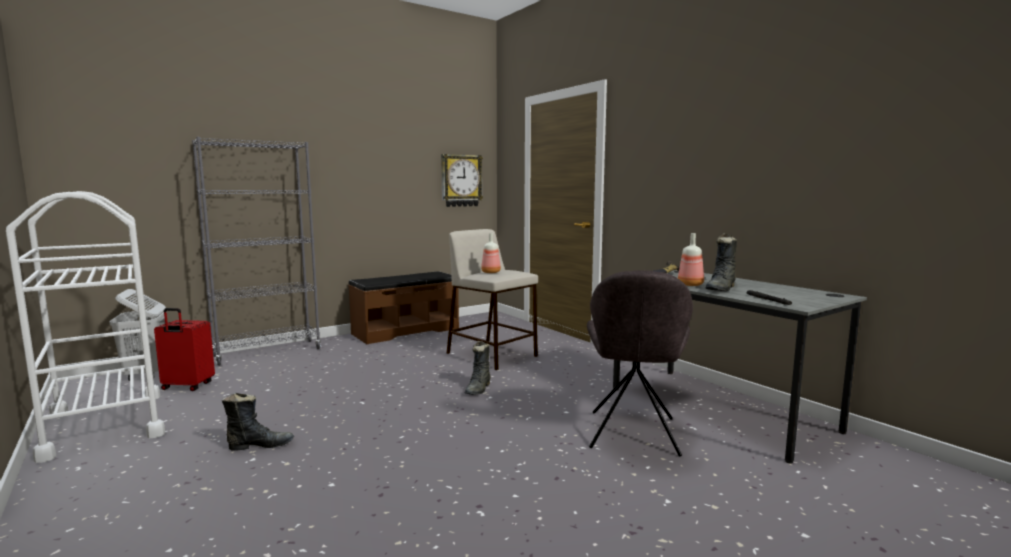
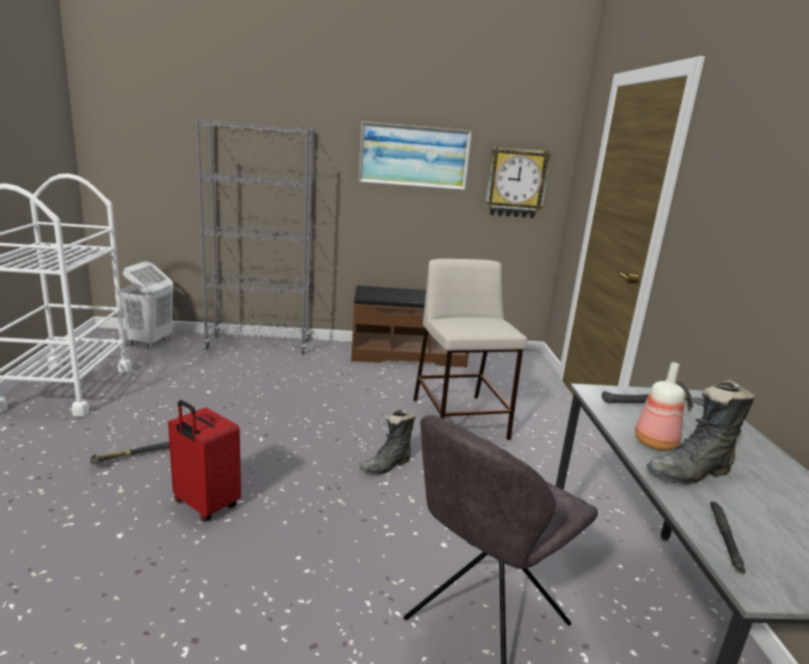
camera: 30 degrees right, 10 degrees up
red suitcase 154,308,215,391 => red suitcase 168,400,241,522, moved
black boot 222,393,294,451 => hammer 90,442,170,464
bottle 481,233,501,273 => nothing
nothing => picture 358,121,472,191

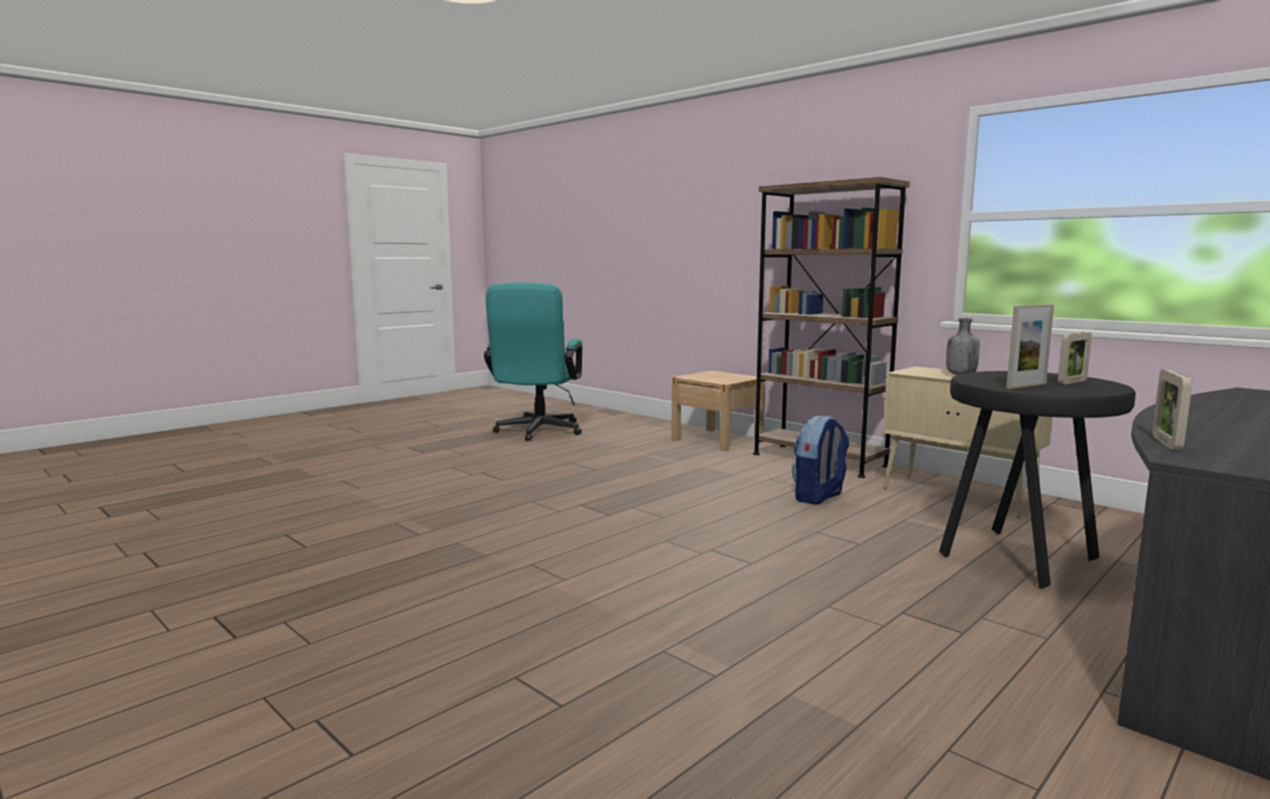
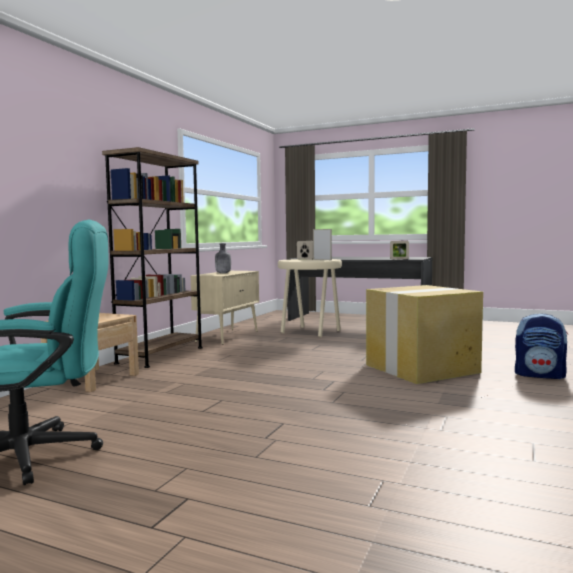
camera: 110 degrees left, 5 degrees down
backpack 792,415,849,504 => backpack 515,313,568,379, moved
black stool 939,371,1136,589 => beige stool 278,259,342,338
nothing => cardboard box 366,285,483,384

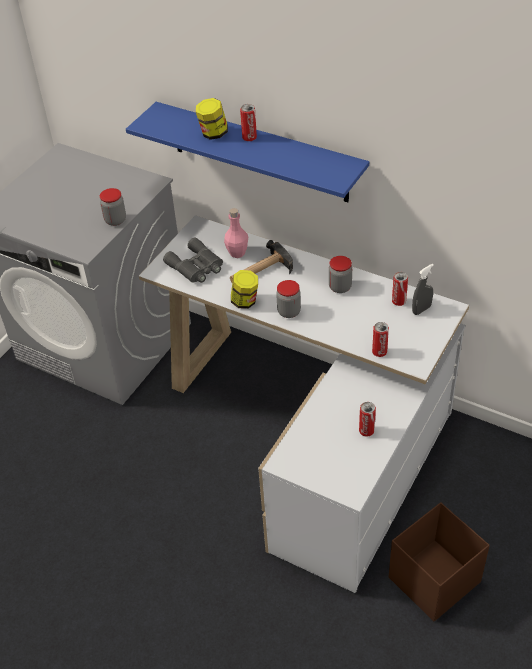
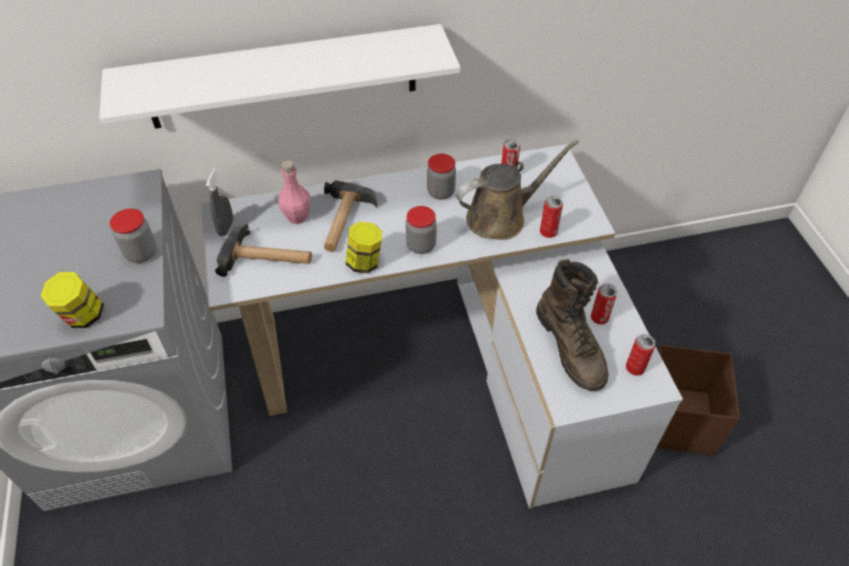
camera: 45 degrees left, 5 degrees up
blue shelf 126,102,369,202 => white shelf 99,24,460,129
grey binoculars 163,237,223,283 => hammer 215,224,312,277
jar 196,98,228,140 => jar 41,272,104,328, moved
can 240,104,257,141 => can 626,334,656,376, moved
grey spray bottle 412,264,434,315 => grey spray bottle 206,168,233,236, moved
nothing => brown watering can 456,139,579,240
nothing => brown boot 536,259,608,391

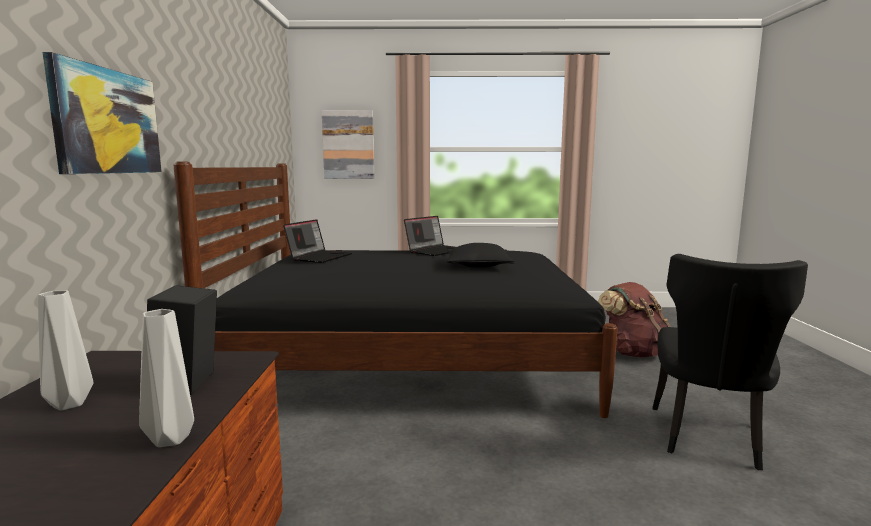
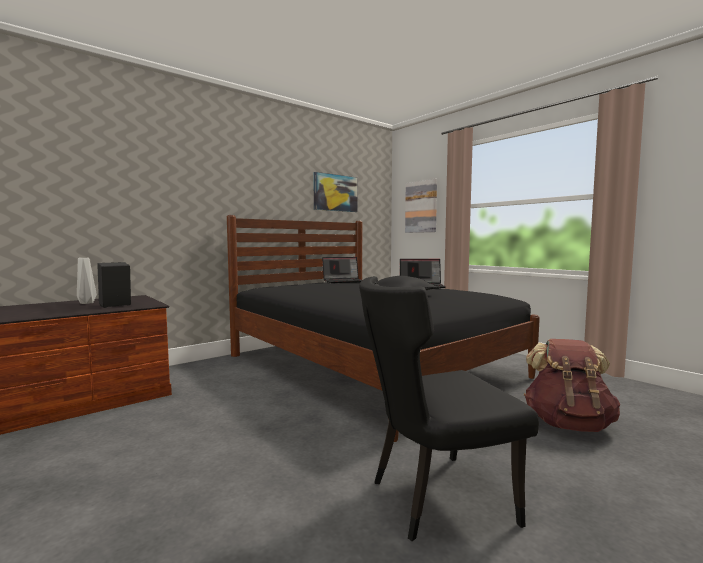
camera: 50 degrees right, 5 degrees down
picture 43,52,162,174 => picture 313,172,358,212, moved
grey vase 139,309,194,447 => nothing

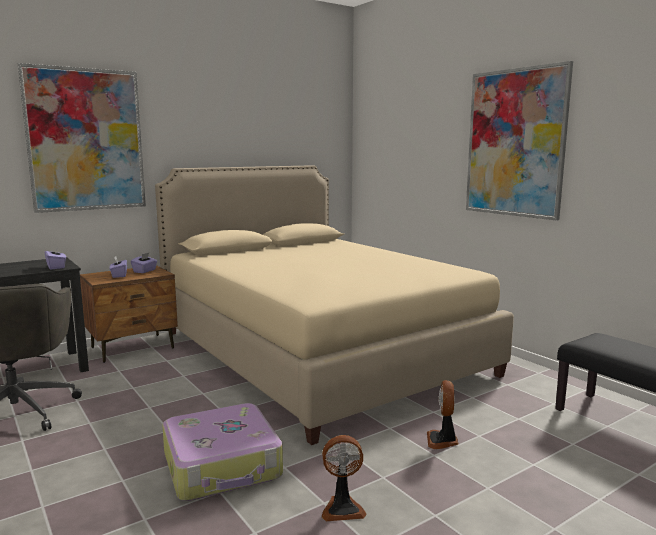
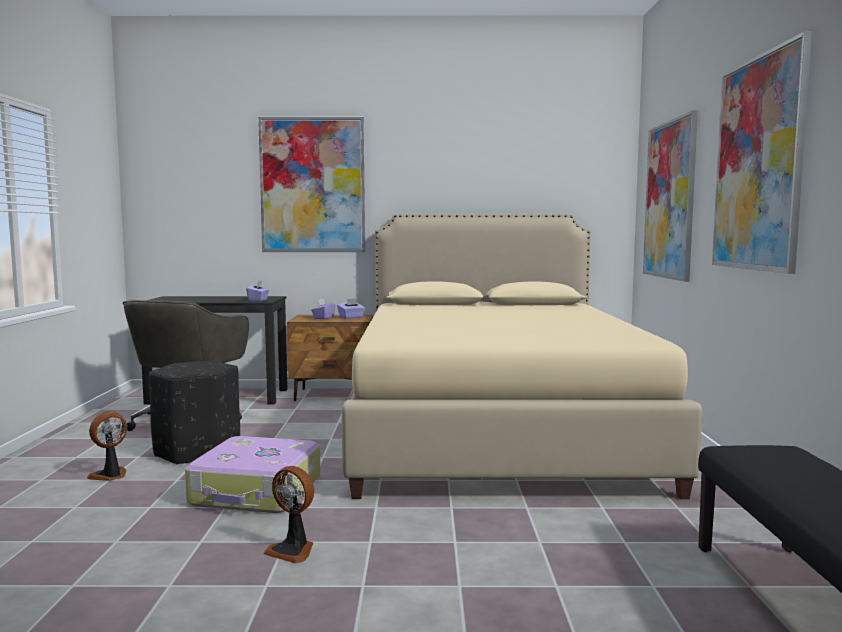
camera: 35 degrees right, 5 degrees down
fan 427,380,458,449 => fan 87,411,127,481, moved
nothing => black ottoman 149,361,240,465
nothing => picture 643,110,698,282

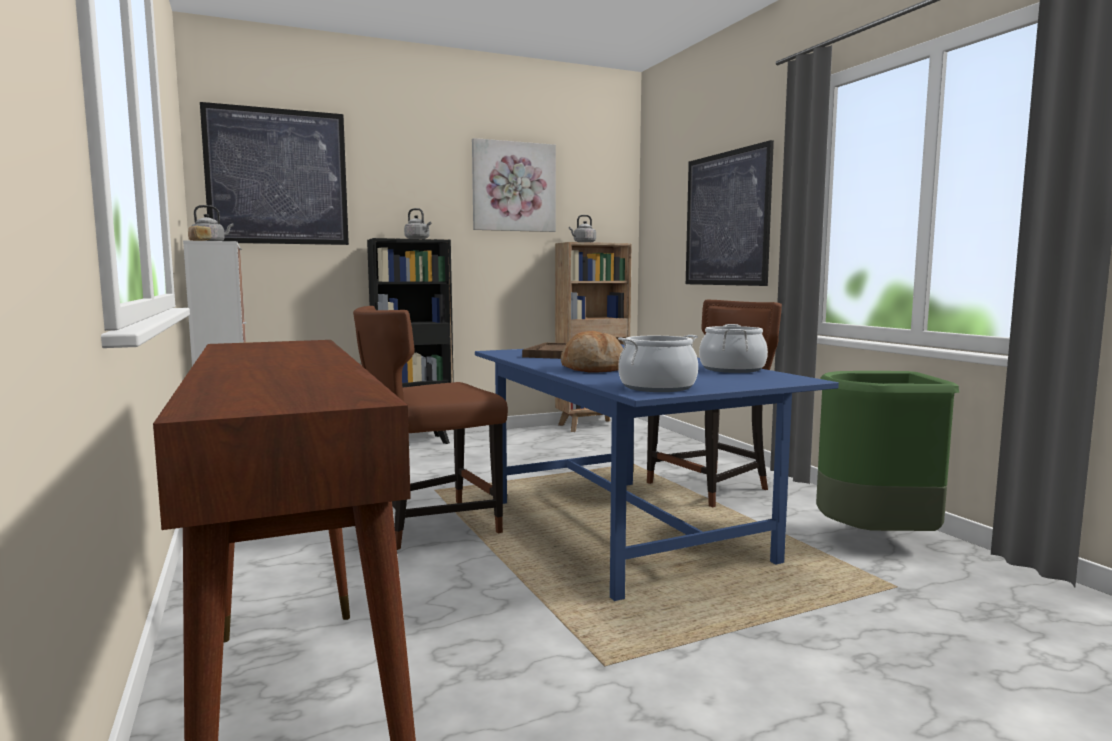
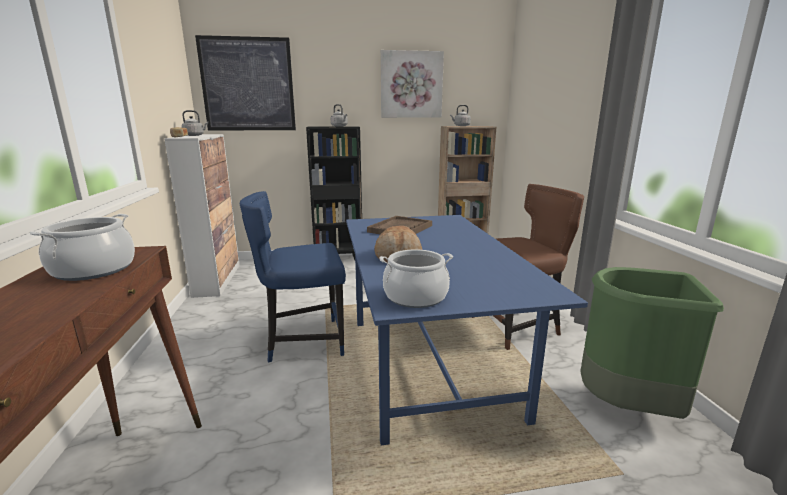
camera: 15 degrees right, 10 degrees up
brown chair 353,306,508,550 => blue chair 240,191,346,362
picture 686,140,774,286 => nothing
cooking pot 699,324,768,373 => cooking pot 30,214,135,281, moved

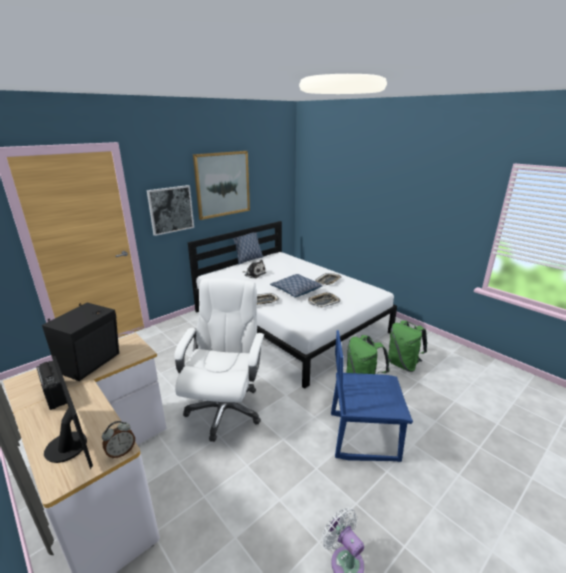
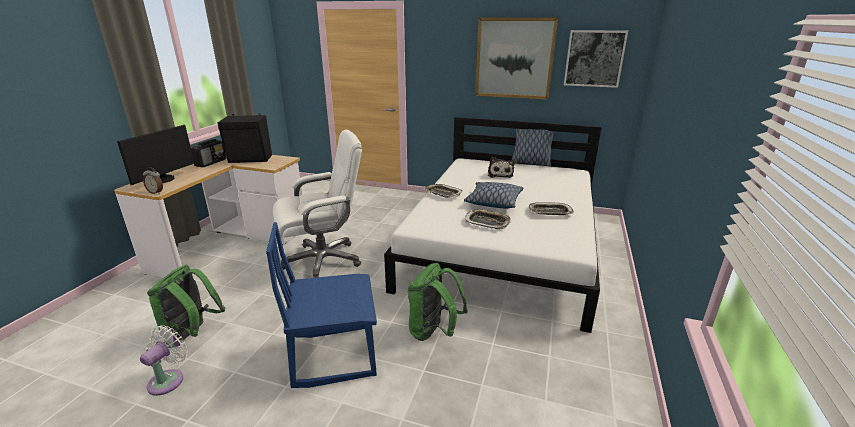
camera: 60 degrees right, 0 degrees up
picture 147,185,194,236 => picture 564,30,628,88, moved
blue chair 331,330,413,462 => blue chair 266,222,377,388, 75 degrees counterclockwise
green backpack 388,321,427,372 => green backpack 147,265,225,342, moved

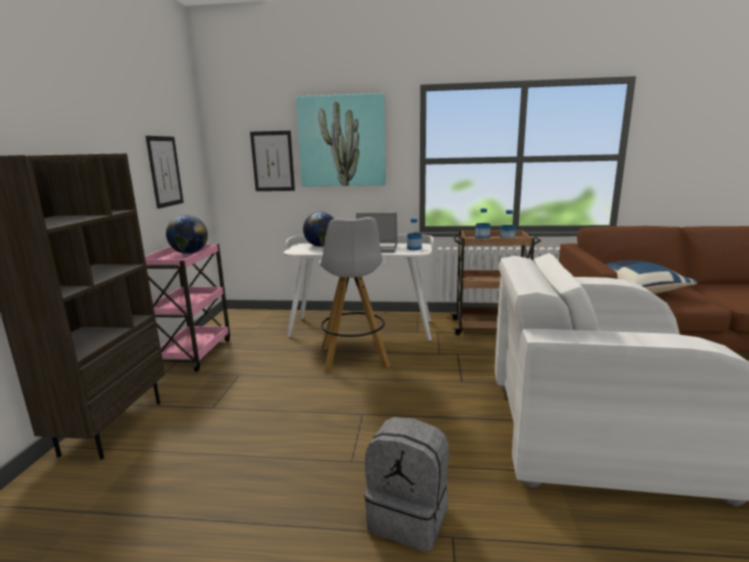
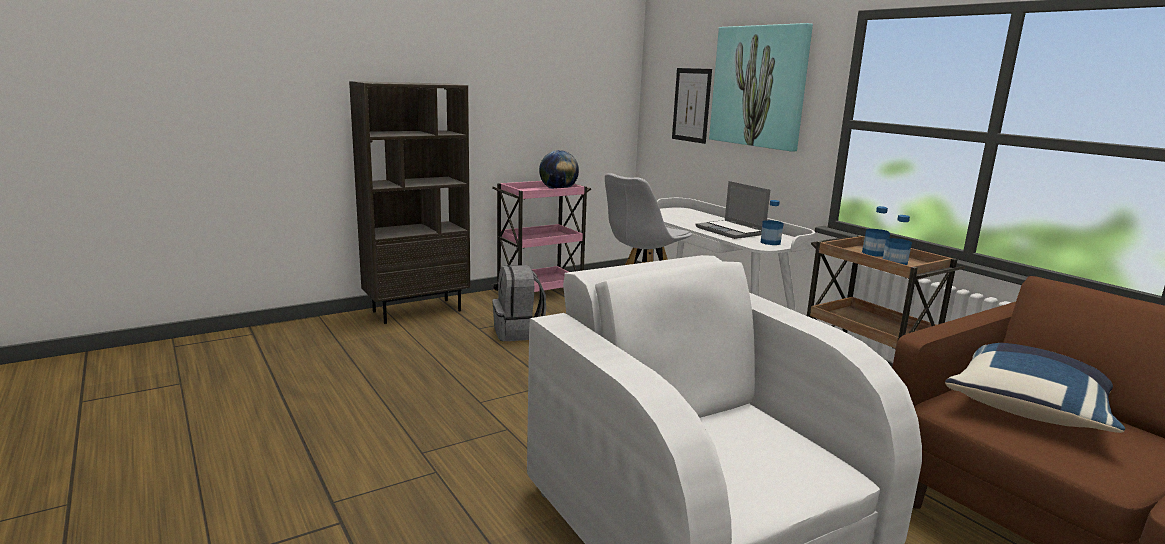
camera: 50 degrees right, 0 degrees up
picture 146,136,184,209 => nothing
globe 303,212,334,247 => nothing
grey backpack 364,417,449,552 => grey backpack 492,265,546,341, moved

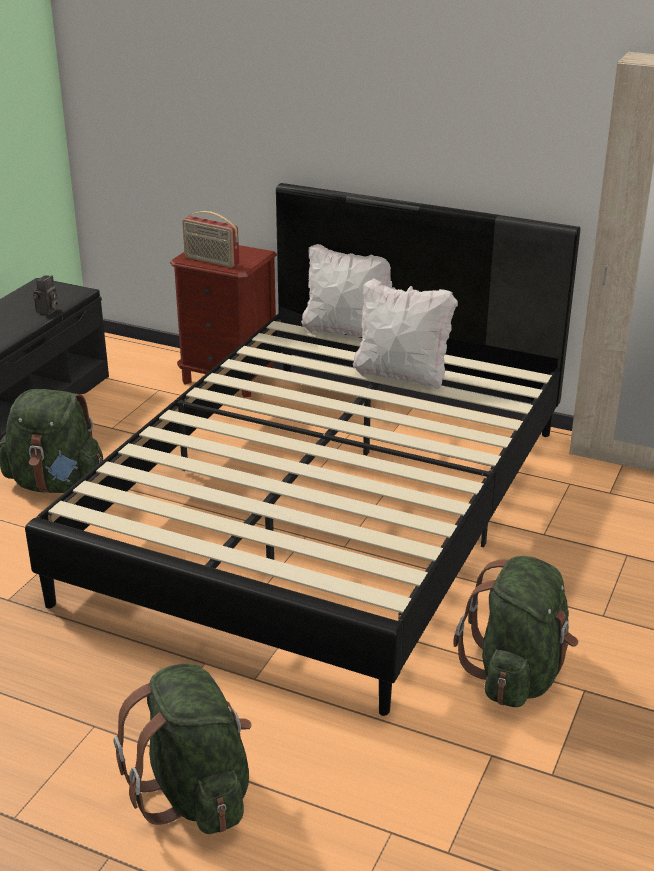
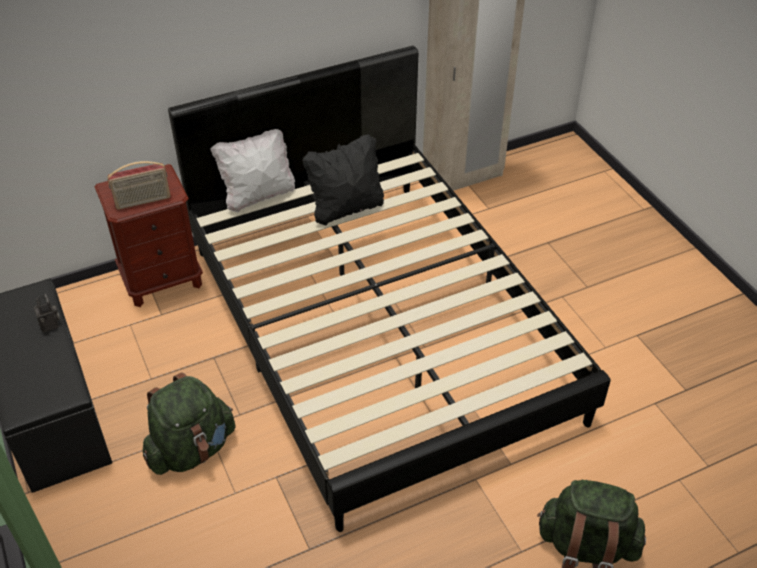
camera: 50 degrees left, 15 degrees up
white pillow 353,278,458,389 => black pillow 302,134,384,225
green backpack 453,556,578,707 => nothing

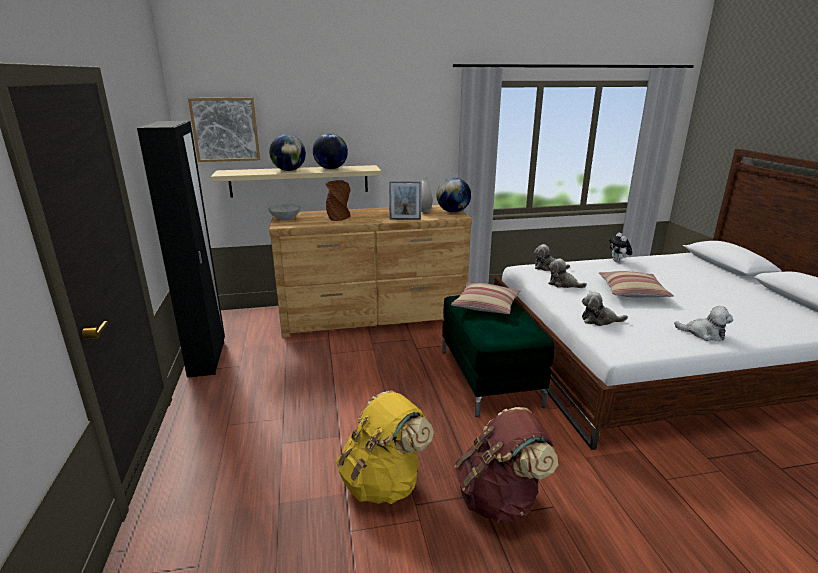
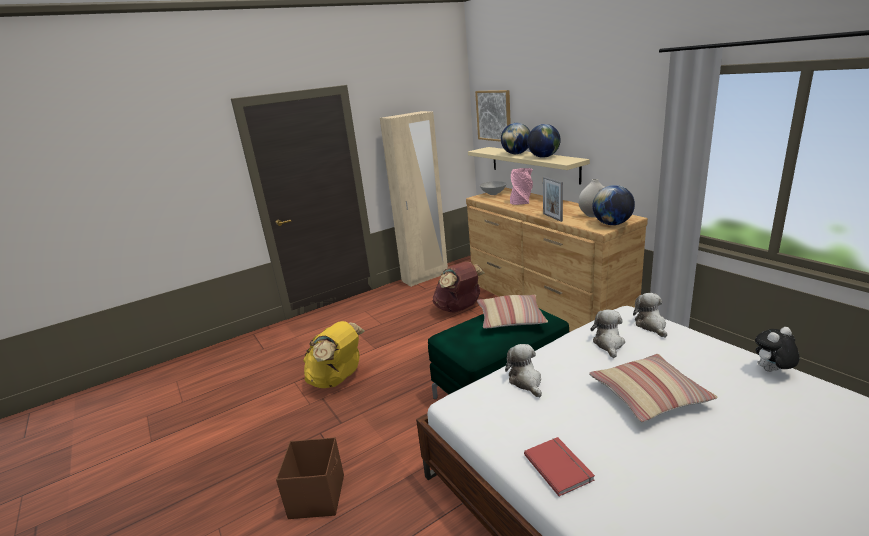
camera: 70 degrees right, 0 degrees up
black wardrobe 137,121,225,378 => beige wardrobe 380,111,448,287
brown vase 326,180,351,221 => pink vase 510,168,533,205
brown backpack 455,407,558,523 => brown backpack 433,262,485,313, moved
plush toy 674,306,733,341 => red book 524,437,595,497
nothing => brown storage box 276,437,344,519

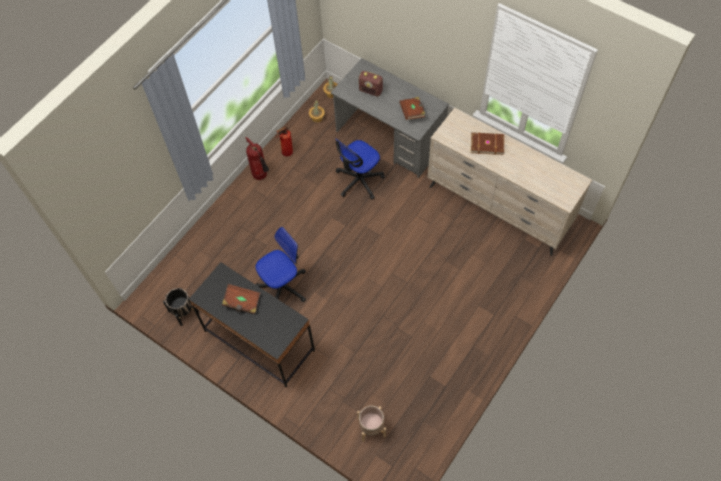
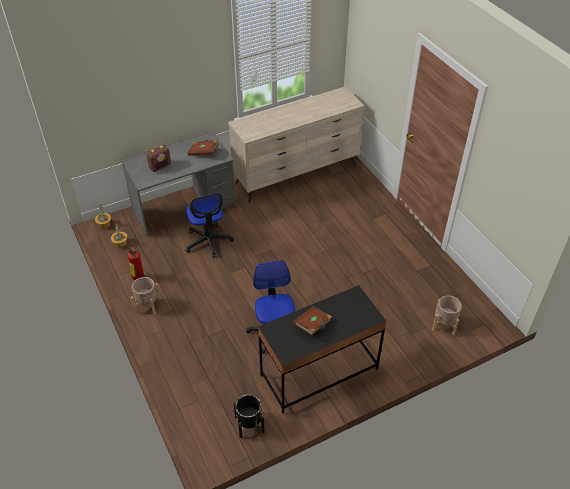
camera: 65 degrees left, 15 degrees down
fire extinguisher 245,137,269,180 => beige planter 131,277,161,315
brown book 471,132,504,155 => nothing

